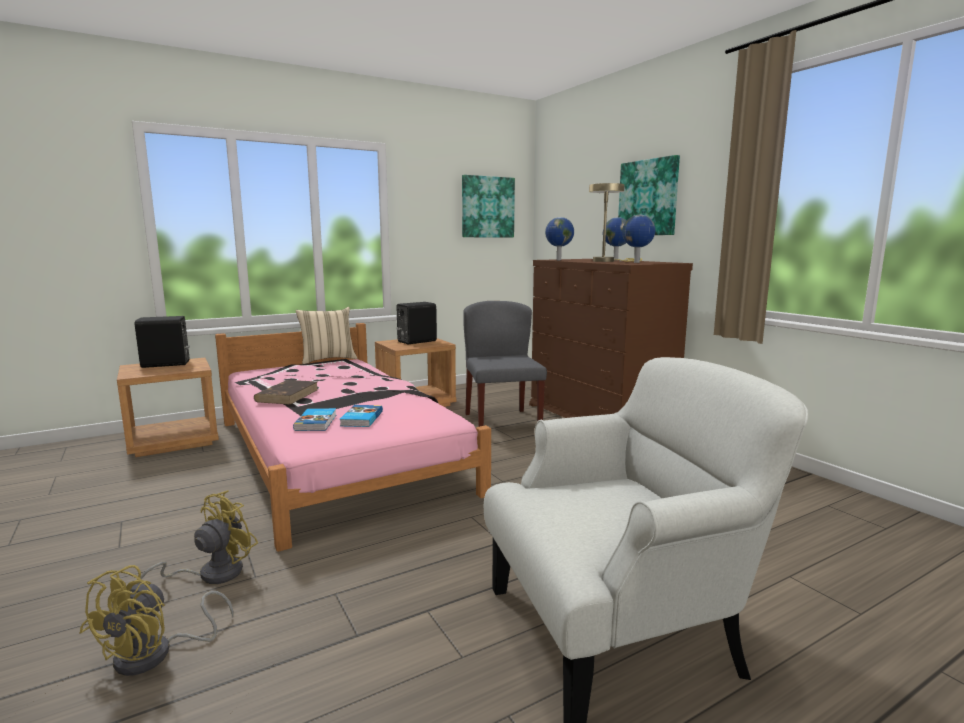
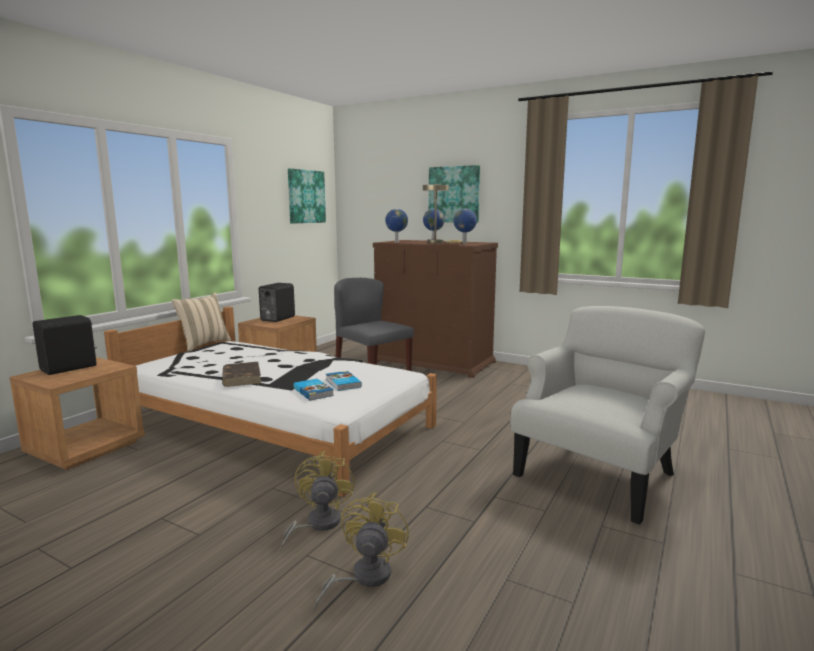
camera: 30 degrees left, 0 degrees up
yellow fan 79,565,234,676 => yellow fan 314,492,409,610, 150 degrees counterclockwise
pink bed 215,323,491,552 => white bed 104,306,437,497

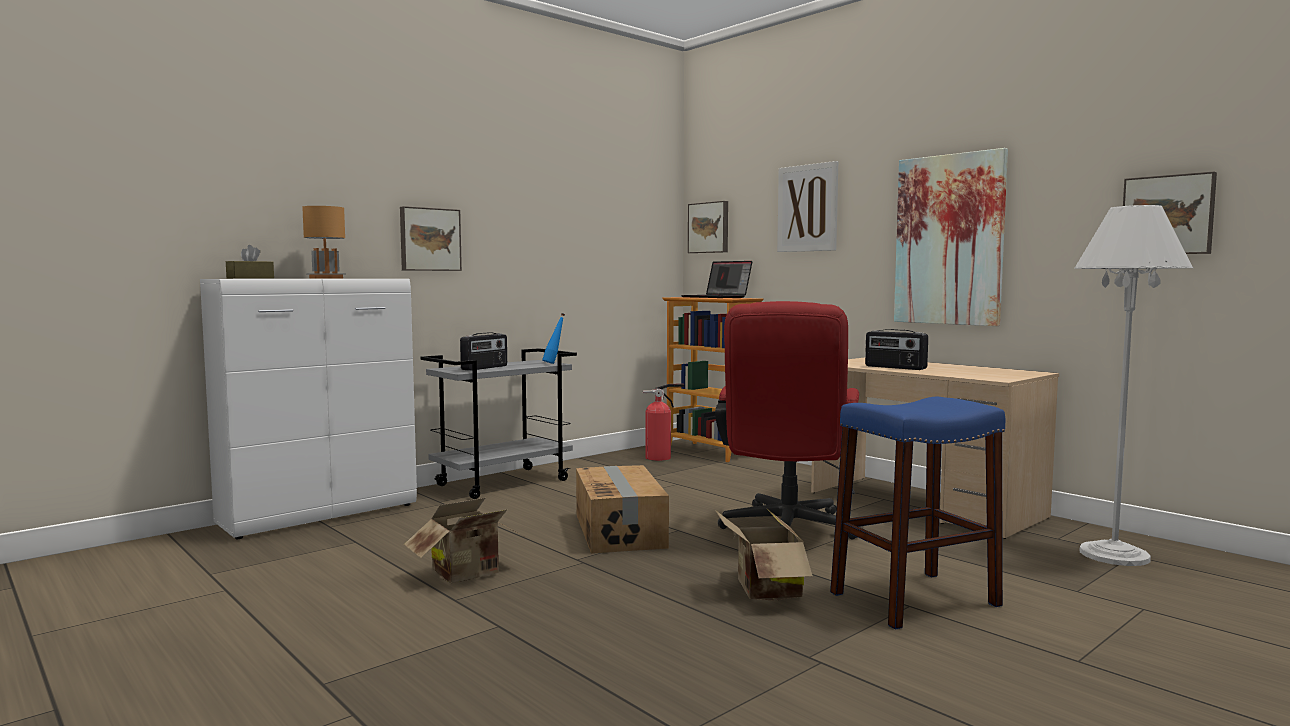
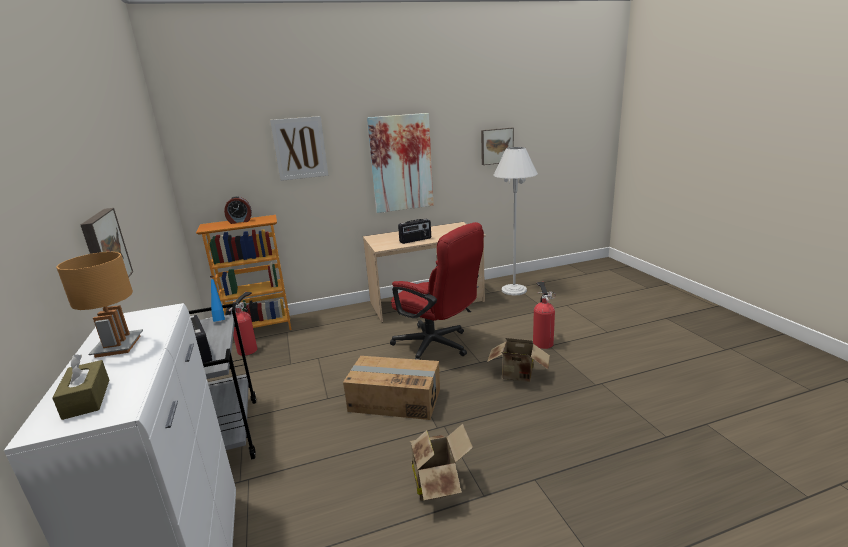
camera: 65 degrees left, 15 degrees up
laptop 681,261,752,298 => alarm clock 224,196,252,224
picture 688,201,728,253 => nothing
blue stool 830,397,1005,630 => fire extinguisher 533,282,556,349

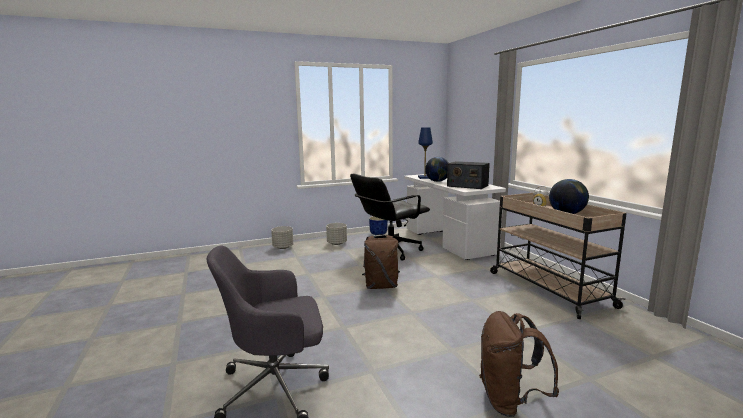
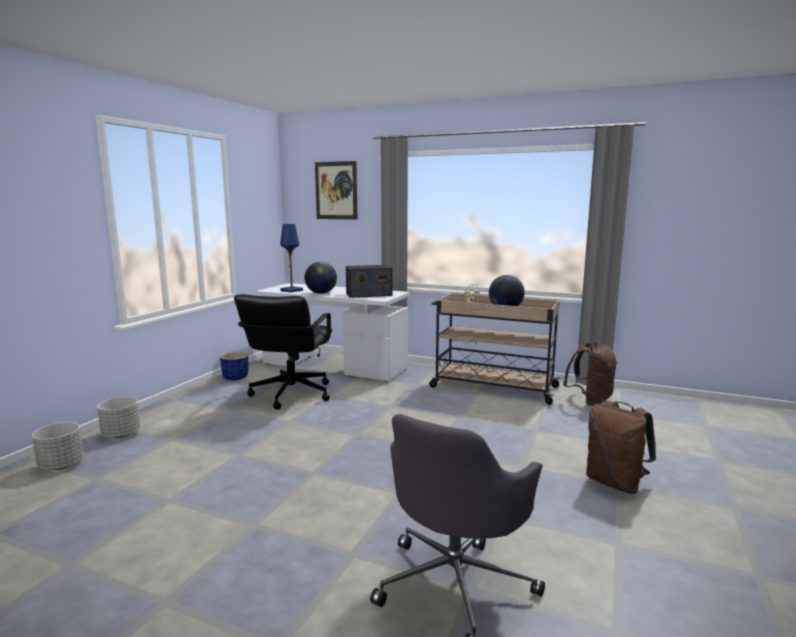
camera: 45 degrees left, 0 degrees up
grey planter 326,223,347,245 => grey planter 32,422,84,470, moved
brown backpack 362,234,400,289 => brown backpack 563,342,617,406, moved
nothing => picture 315,161,357,220

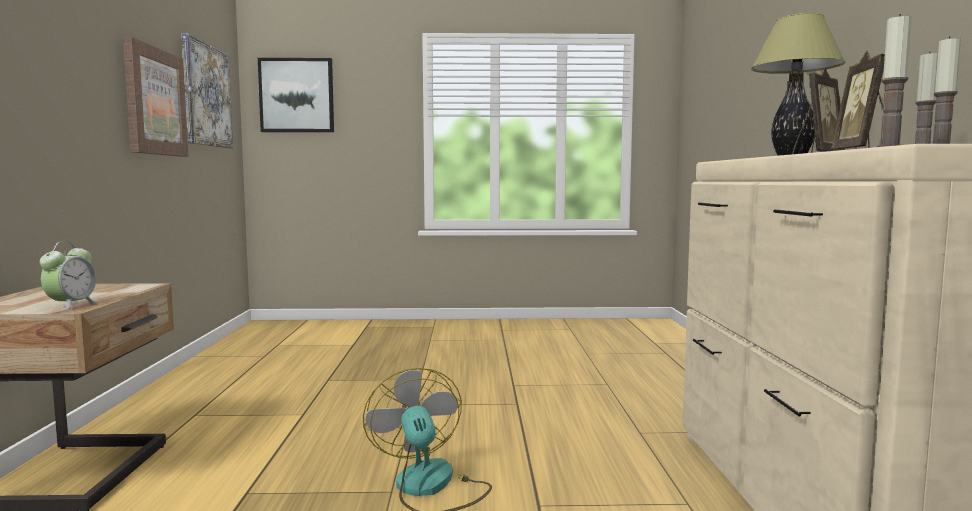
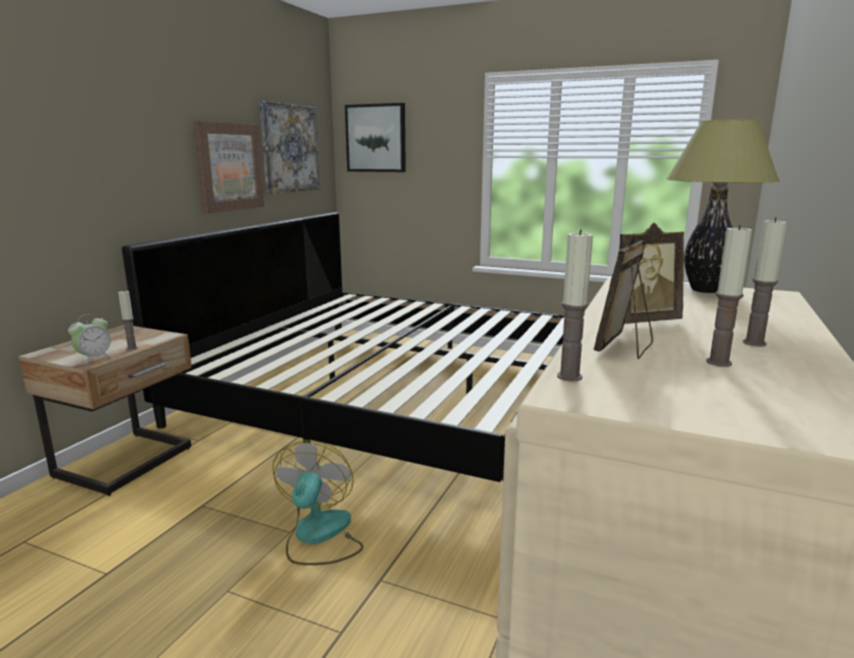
camera: 25 degrees right, 10 degrees up
nothing => candle 118,290,138,350
nothing => bed 122,212,565,482

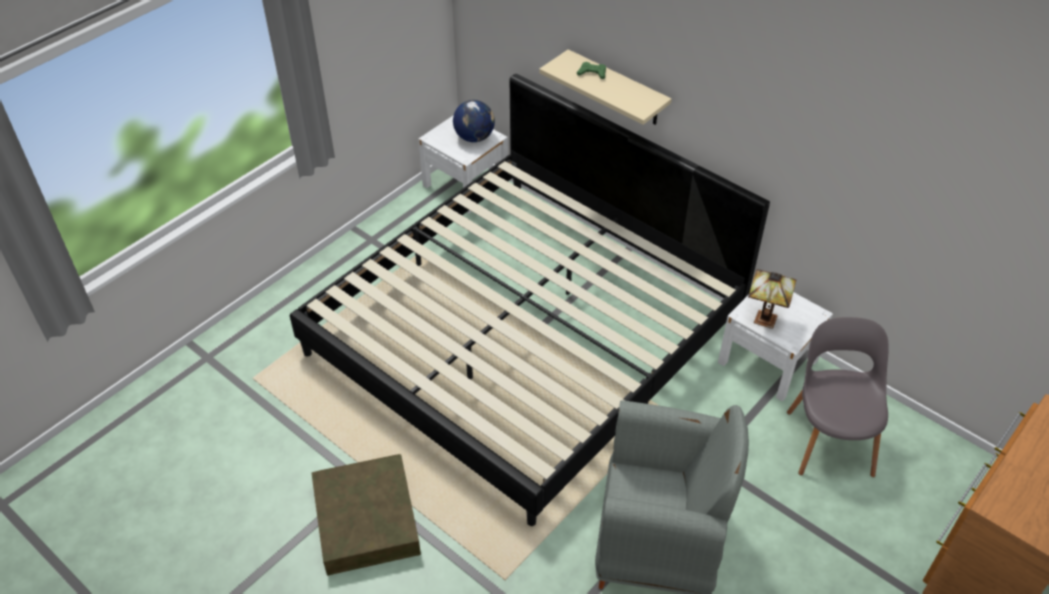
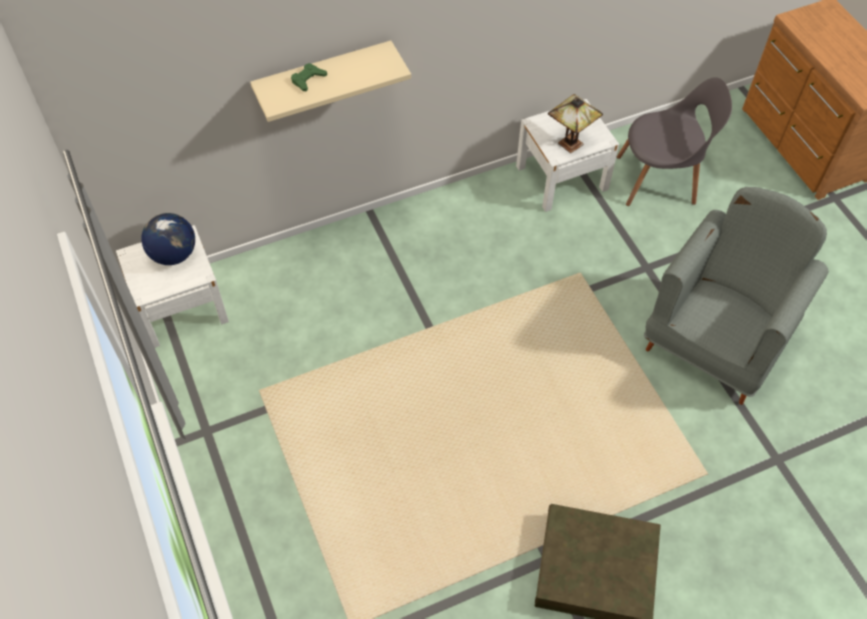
camera: 65 degrees left, 10 degrees up
bed 290,74,770,526 => nothing
grey chair 787,317,889,477 => grey chair 617,77,732,206, 150 degrees clockwise

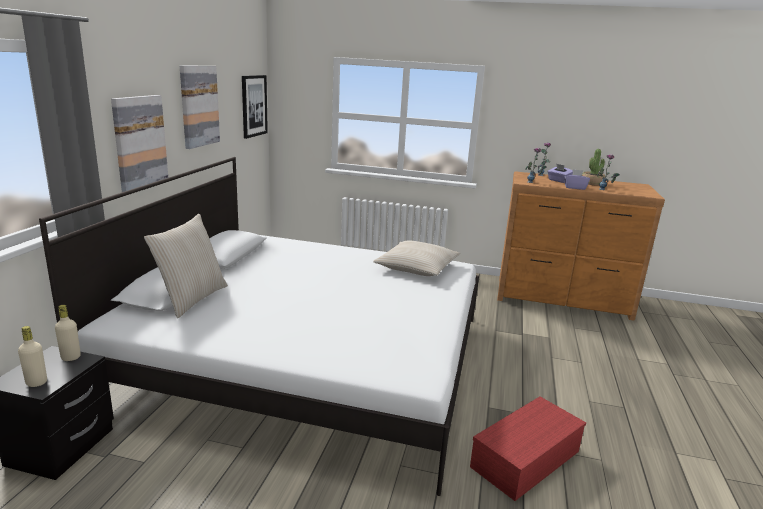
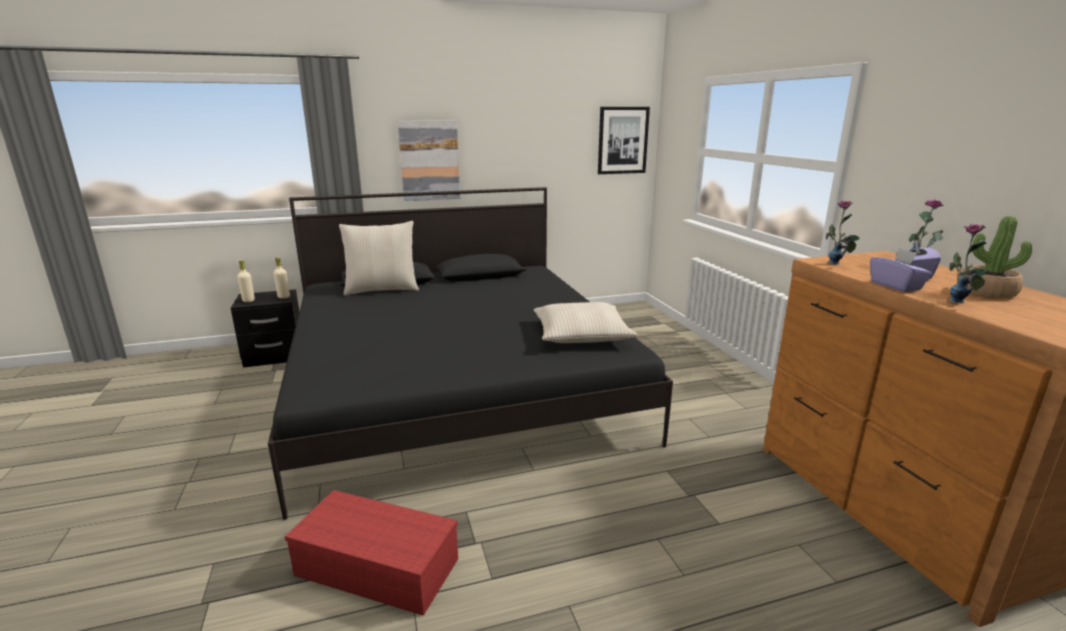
camera: 60 degrees right, 0 degrees up
white bed 39,157,479,496 => black bed 268,187,673,520
picture 180,66,220,149 => nothing

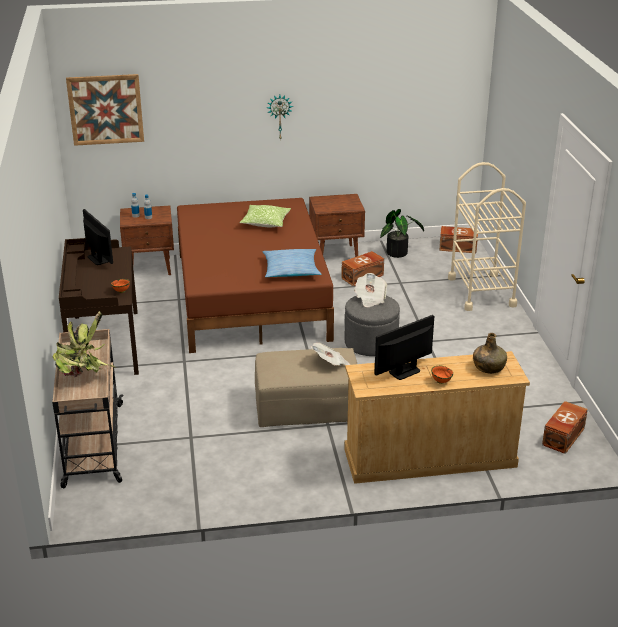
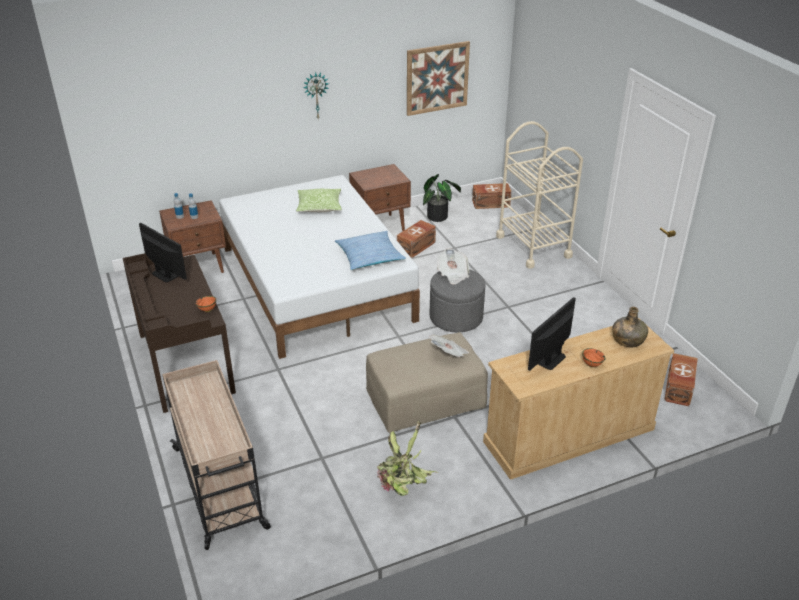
camera: 15 degrees left, 5 degrees up
potted plant 53,311,116,377 => potted plant 377,420,438,496, moved
picture 66,74,144,146 => picture 407,41,470,116, moved
brown bed 177,198,334,353 => white bed 219,175,420,359

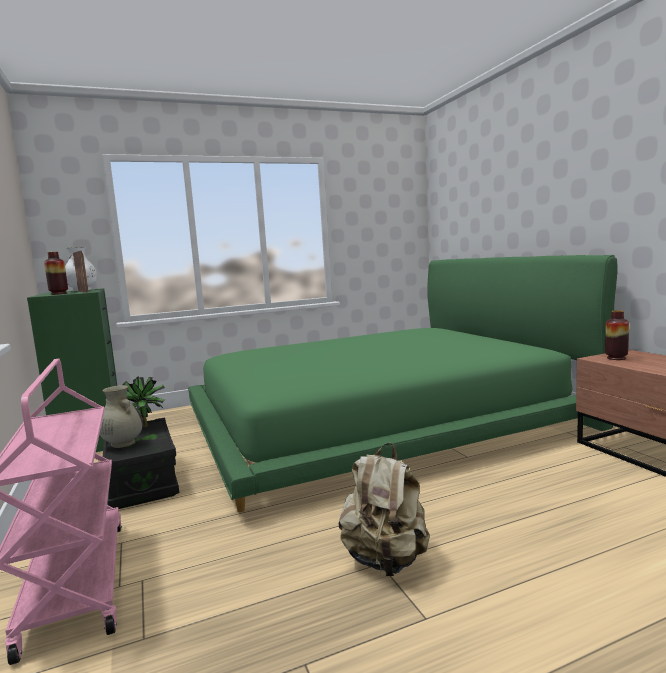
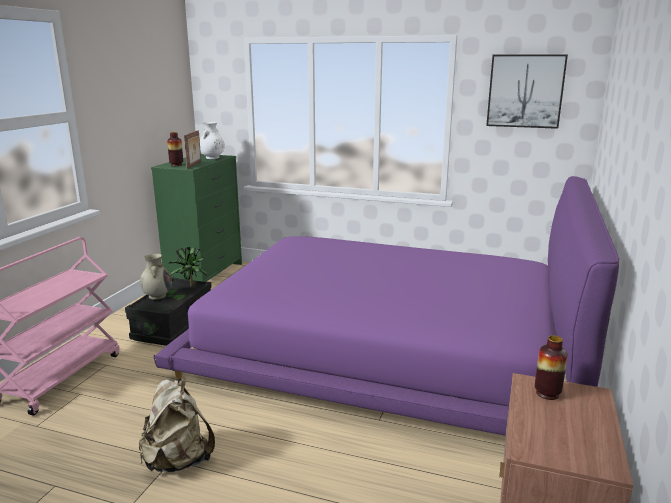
camera: 40 degrees right, 10 degrees up
green bed 188,255,617,512 => purple bed 153,176,619,436
nothing => picture 486,55,568,129

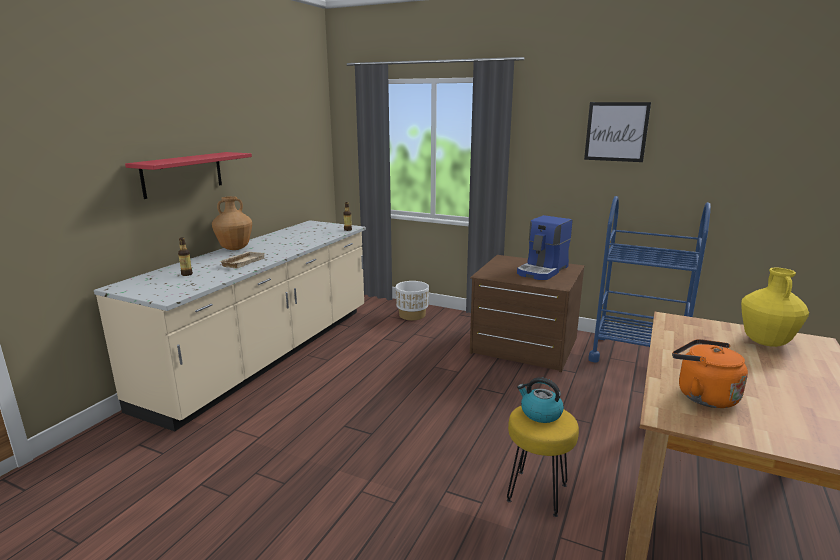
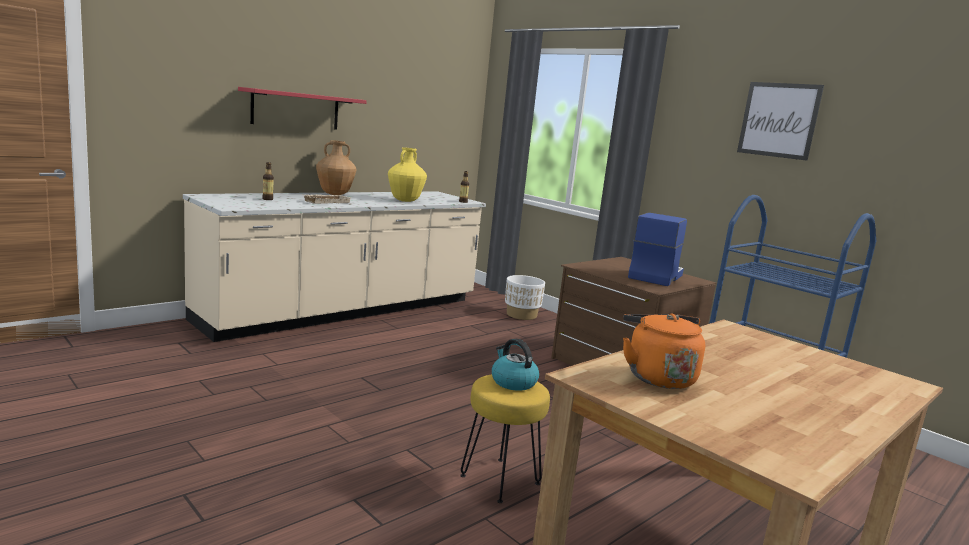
camera: 20 degrees right, 5 degrees down
coffee machine 517,215,572,280 => coffee machine 628,213,687,286, 150 degrees clockwise
yellow vase 741,268,809,347 => yellow vase 388,148,427,202, moved

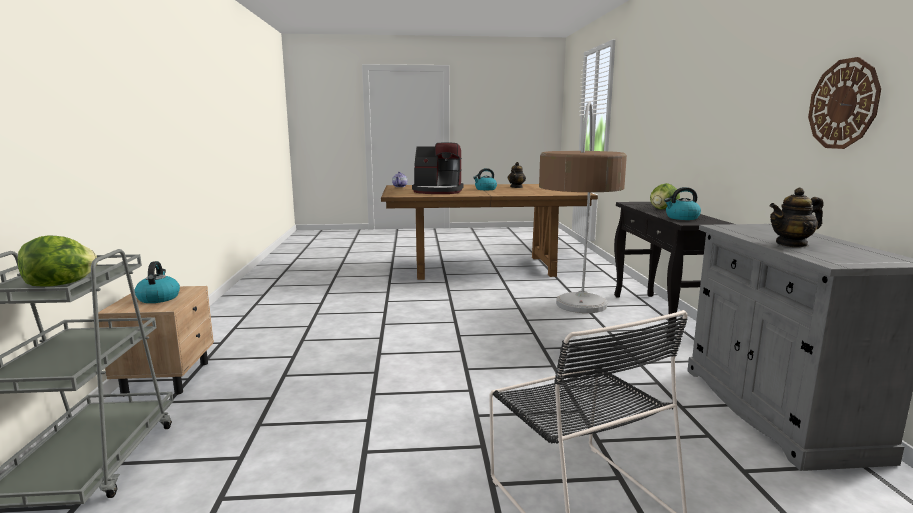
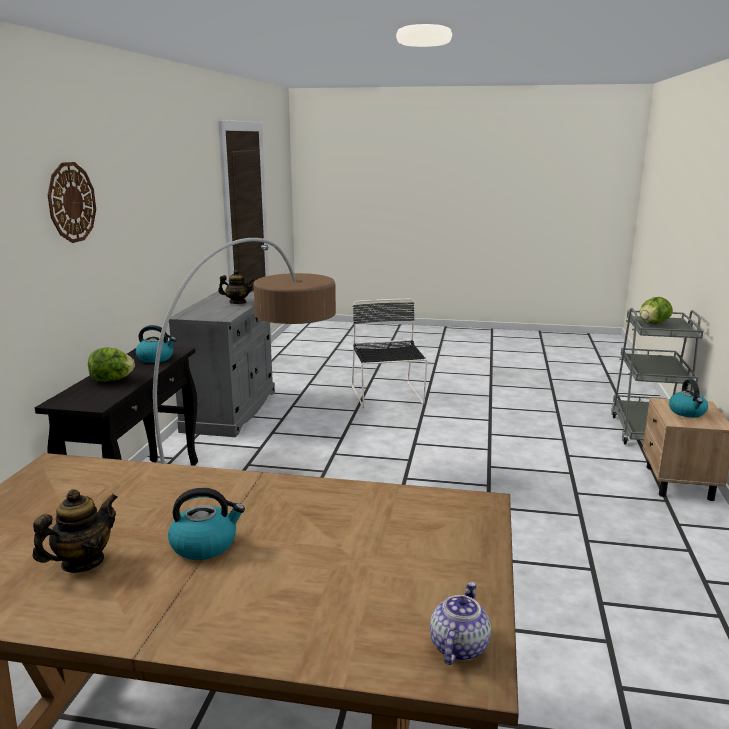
camera: 165 degrees left, 5 degrees up
coffee machine 412,142,464,194 => nothing
wall clock 808,57,881,149 => wall clock 48,162,96,243, moved

